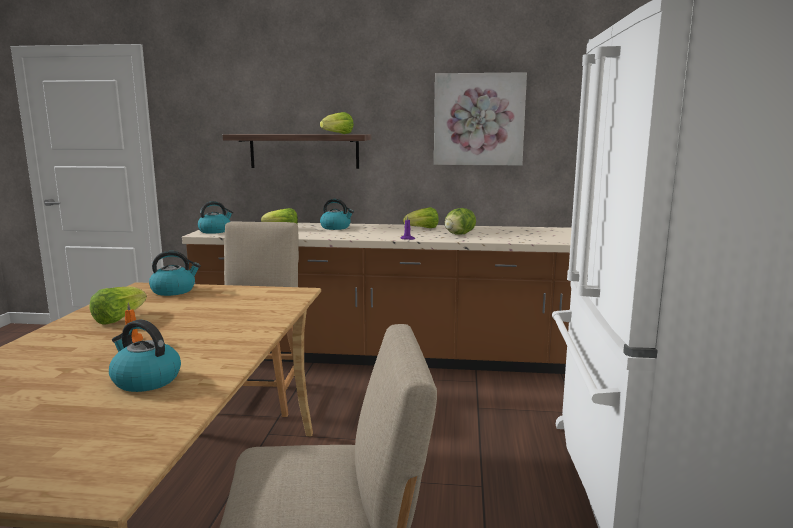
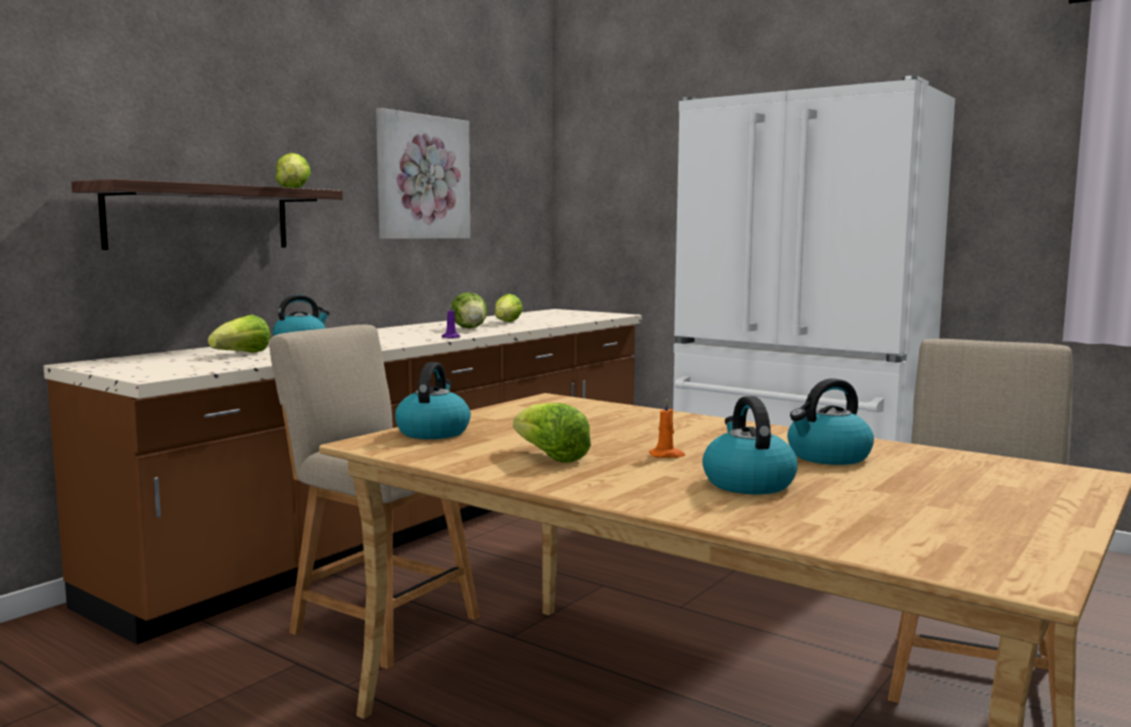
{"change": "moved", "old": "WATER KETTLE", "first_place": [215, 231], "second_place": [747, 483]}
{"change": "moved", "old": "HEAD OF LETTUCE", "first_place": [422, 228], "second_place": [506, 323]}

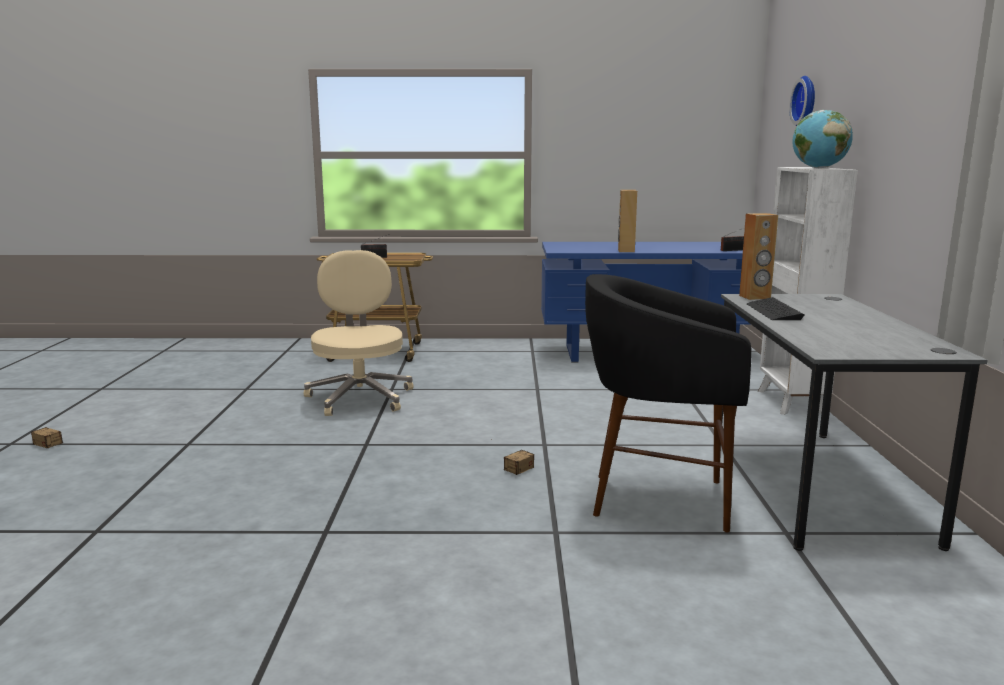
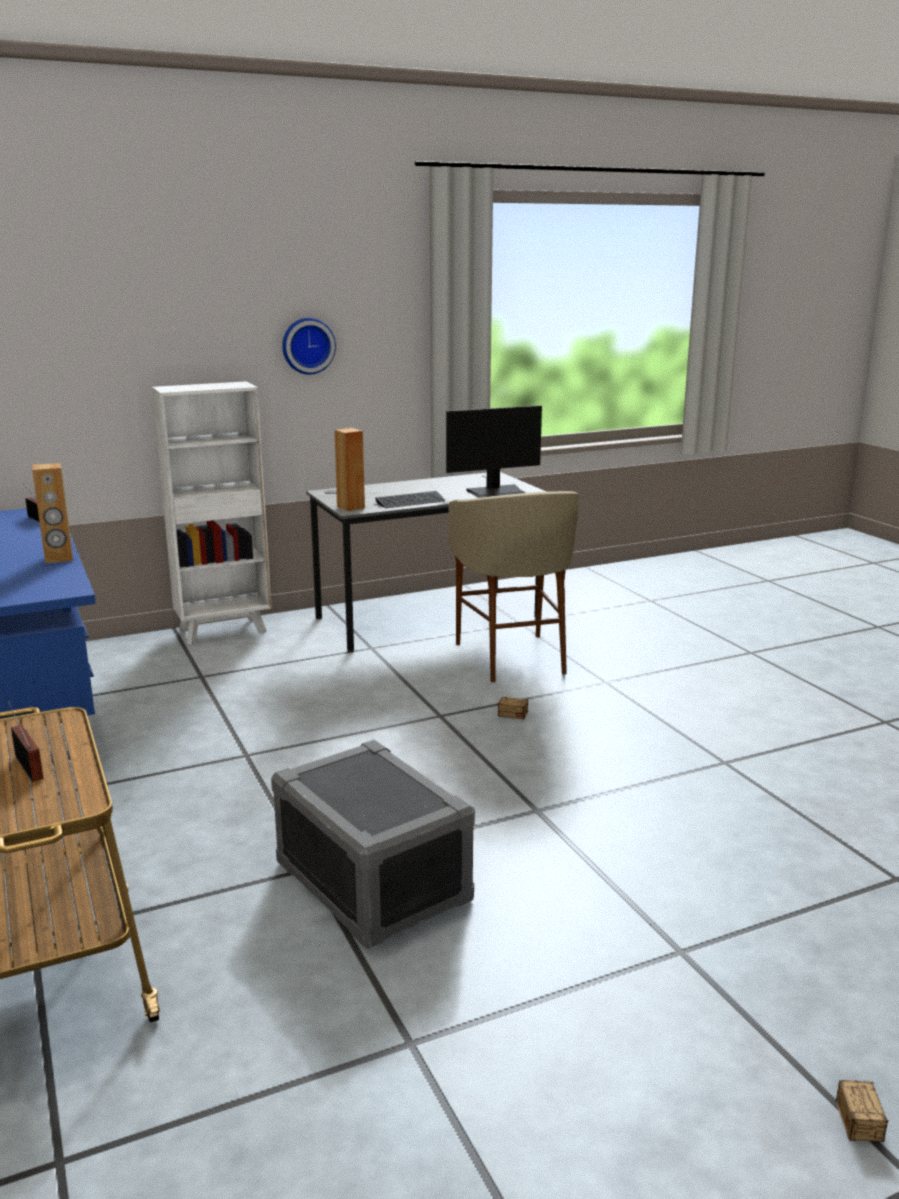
{"change": "replaced", "old": "SAND-COLOURED COMPUTER CHAIR", "new": "GRAY STORAGE BOX", "first_place": [360, 397], "second_place": [371, 881]}
{"change": "recoloured", "old": "BLACKISH STOOL", "new": "SAND-COLOURED STOOL", "first_place": [658, 500], "second_place": [513, 658]}
{"change": "moved", "old": "HANGING CLOCK", "first_place": [806, 101], "second_place": [307, 345]}
{"change": "removed", "old": "GLOBE", "first_place": [818, 168]}
{"change": "added", "new": "COMPUTER SCREEN", "second_place": [496, 491]}

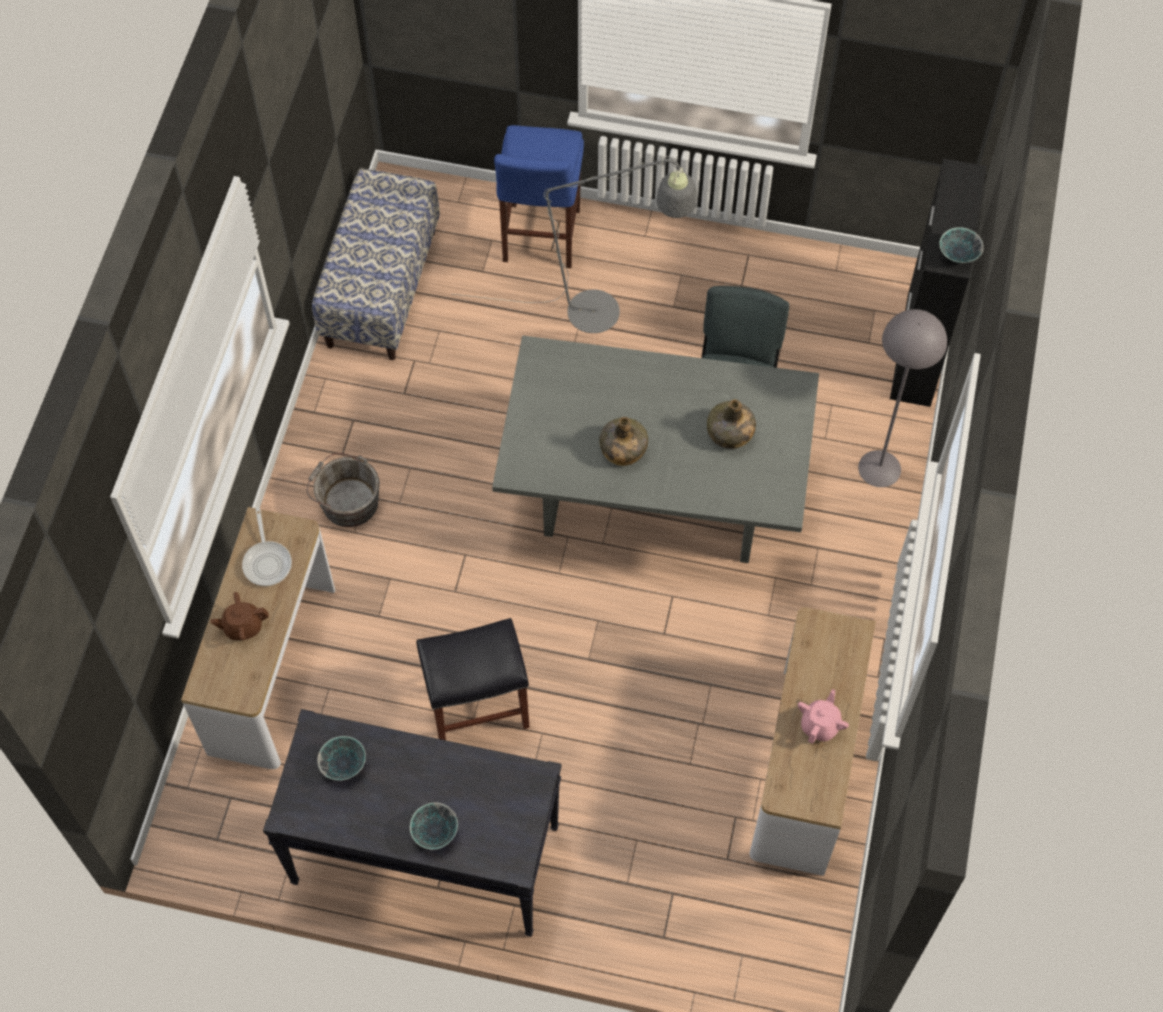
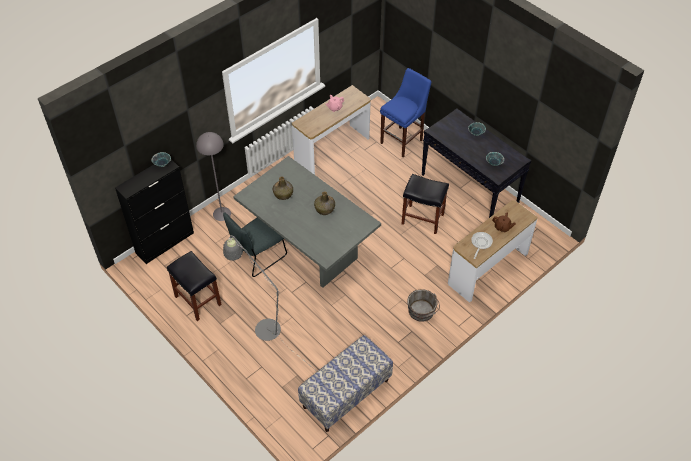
{"change": "moved", "old": "BLUE-COLOURED STOOL", "first_place": [540, 239], "second_place": [403, 141]}
{"change": "added", "new": "BLACKISH STOOL", "second_place": [197, 300]}

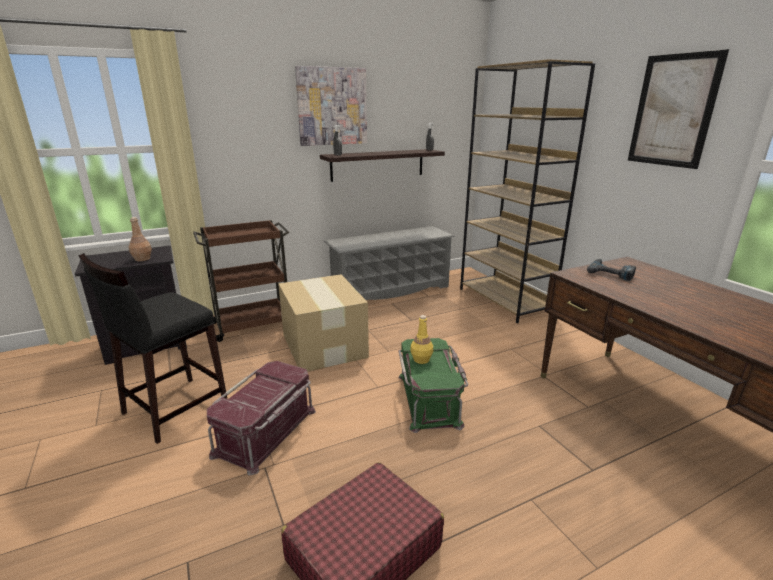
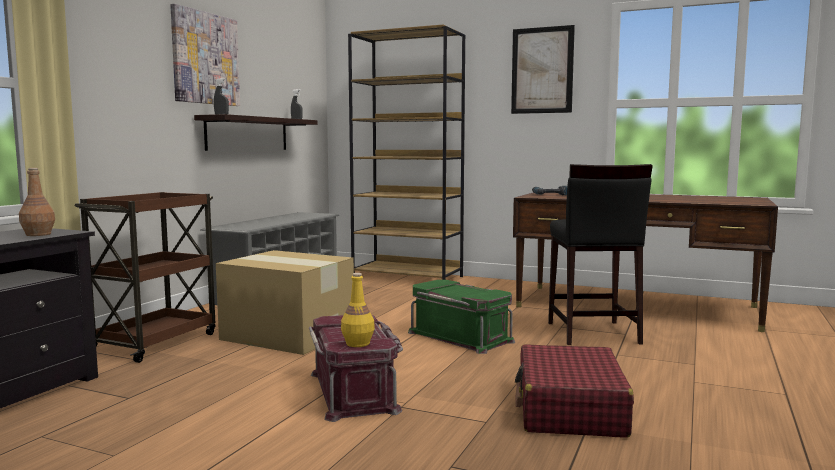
{"change": "moved", "old": "BLACKISH STOOL", "first_place": [174, 408], "second_place": [592, 333]}
{"change": "moved", "old": "YELLOWISH BOTTLE", "first_place": [421, 359], "second_place": [357, 343]}

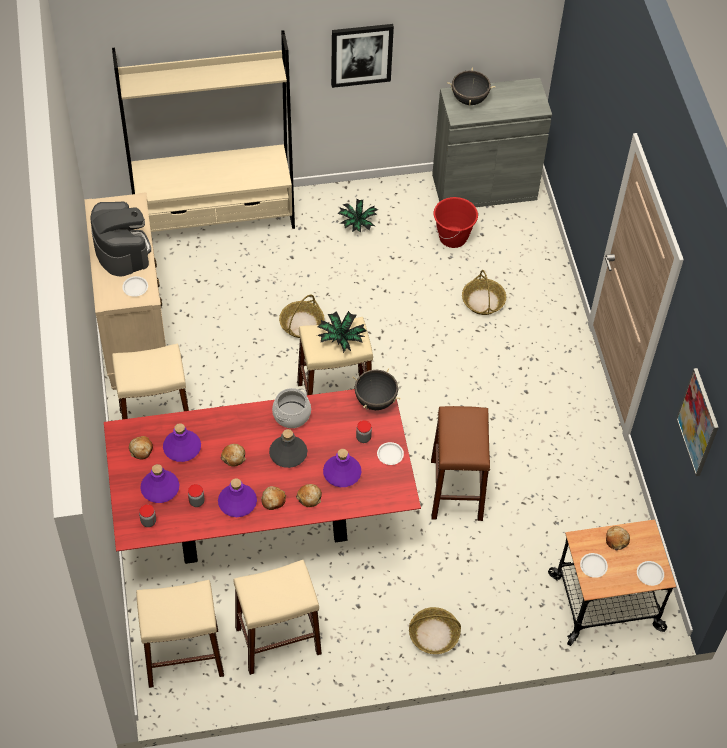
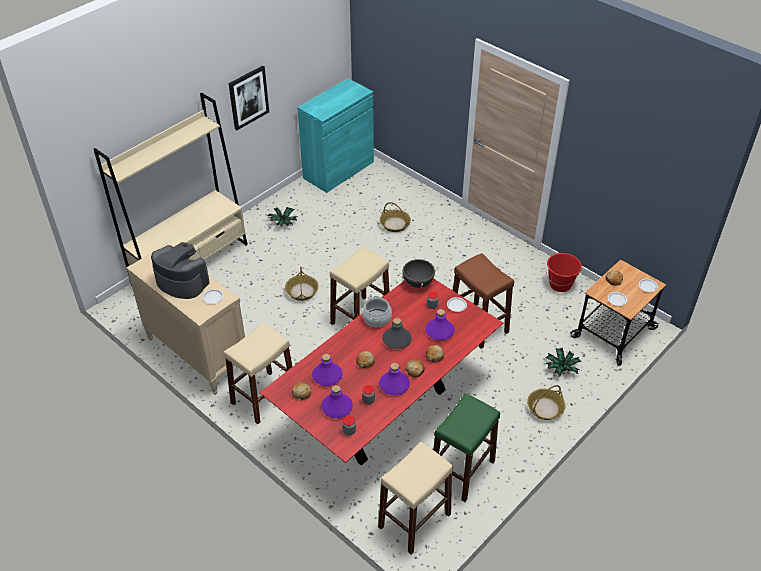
{"change": "recoloured", "old": "SAND-COLOURED STOOL", "new": "GREENISH STOOL", "first_place": [278, 640], "second_place": [462, 471]}
{"change": "moved", "old": "PLANT IN A POT", "first_place": [341, 338], "second_place": [561, 368]}
{"change": "recoloured", "old": "GRAY STORAGE CABINET", "new": "BLUE-GREEN STORAGE CABINET", "first_place": [484, 187], "second_place": [338, 170]}
{"change": "moved", "old": "RED PAIL", "first_place": [453, 237], "second_place": [560, 285]}
{"change": "removed", "old": "BLACKISH STOCKPOT", "first_place": [469, 99]}
{"change": "removed", "old": "WALL PICTURE", "first_place": [698, 422]}

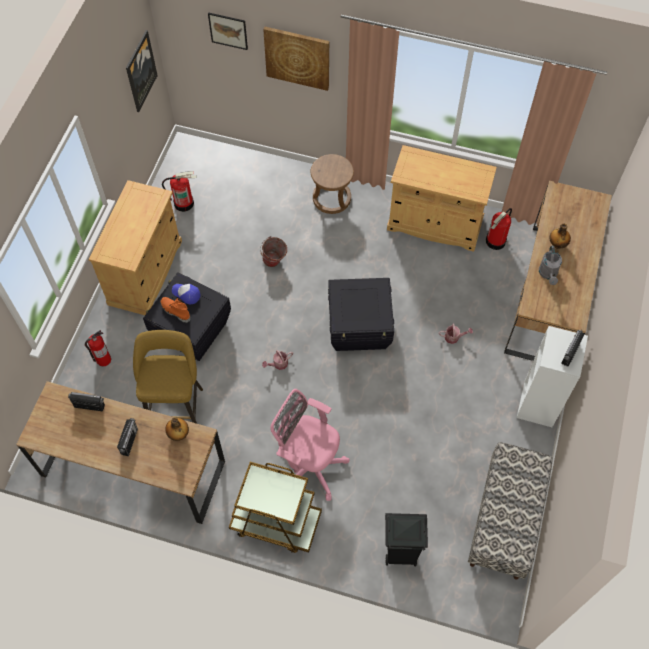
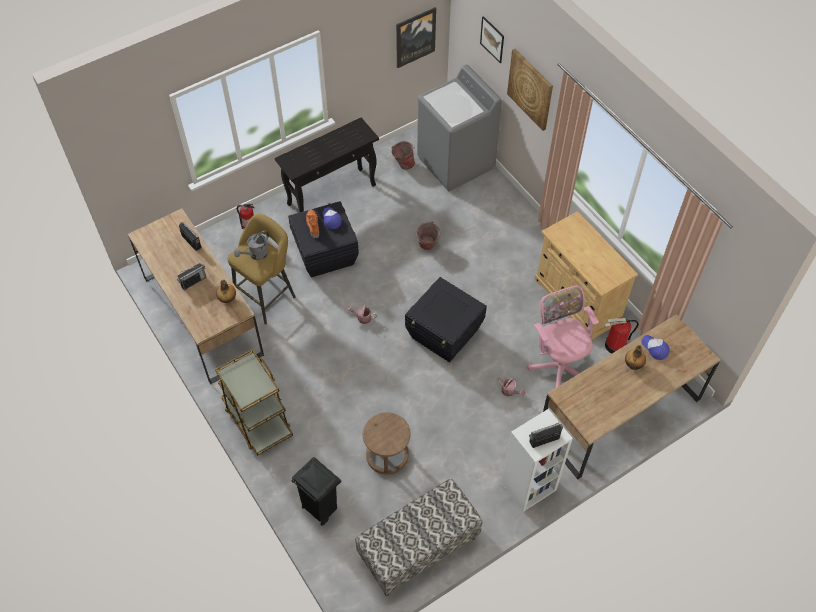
{"change": "replaced", "old": "SAND-COLOURED STORAGE CABINET", "new": "BLACKISH HALL TABLE", "first_place": [145, 272], "second_place": [332, 194]}
{"change": "replaced", "old": "FIRE EXTINGUISHER", "new": "PAIL", "first_place": [184, 203], "second_place": [403, 164]}
{"change": "moved", "old": "PINK COMPUTER CHAIR", "first_place": [309, 464], "second_place": [558, 366]}
{"change": "moved", "old": "BROWN-COLOURED STOOL", "first_place": [332, 198], "second_place": [387, 455]}
{"change": "moved", "old": "GRAY WATERING CAN", "first_place": [548, 274], "second_place": [256, 255]}
{"change": "added", "new": "GRAY LAUNDRY APPLIANCE", "second_place": [456, 163]}
{"change": "added", "new": "PEAKED CAP", "second_place": [654, 348]}

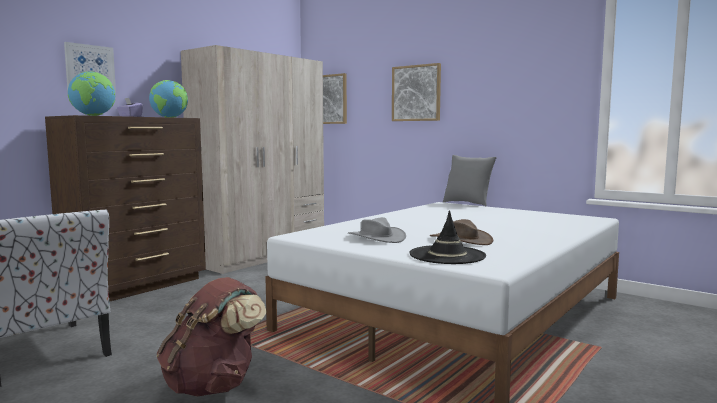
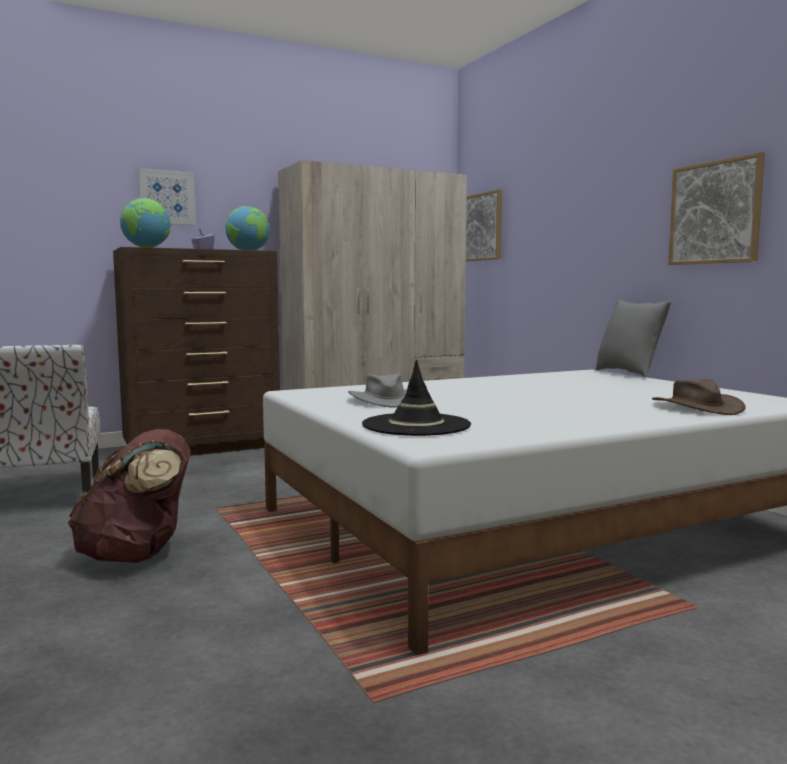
{"change": "moved", "old": "WALL PICTURE", "first_place": [416, 93], "second_place": [715, 213]}
{"change": "moved", "old": "BROWN-COLOURED HAT", "first_place": [460, 240], "second_place": [696, 407]}

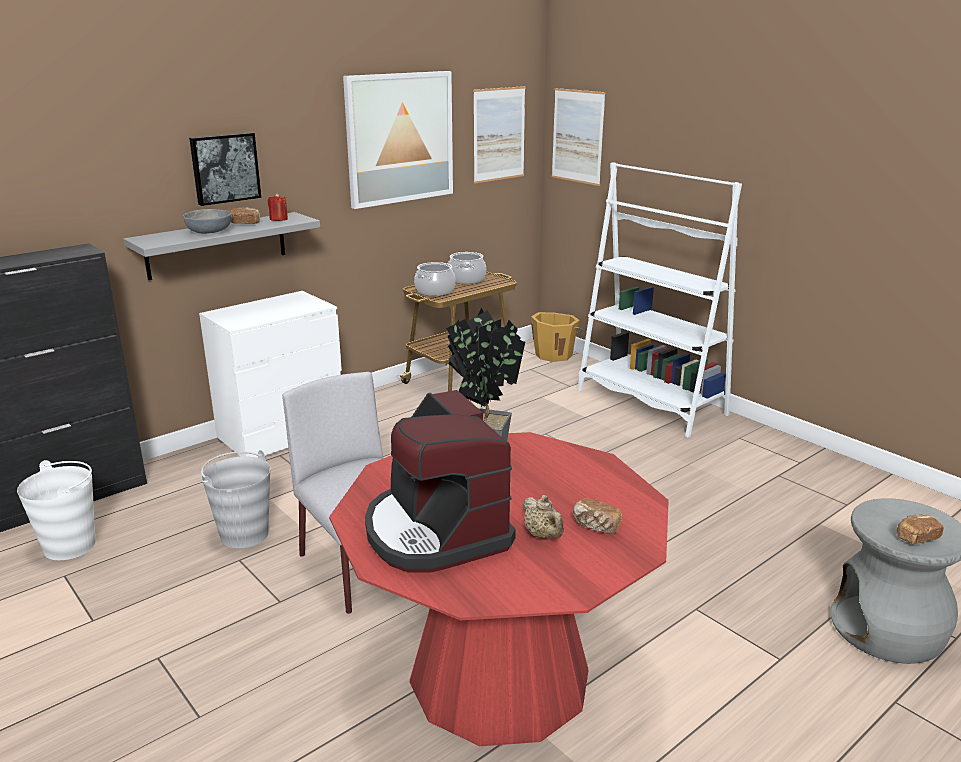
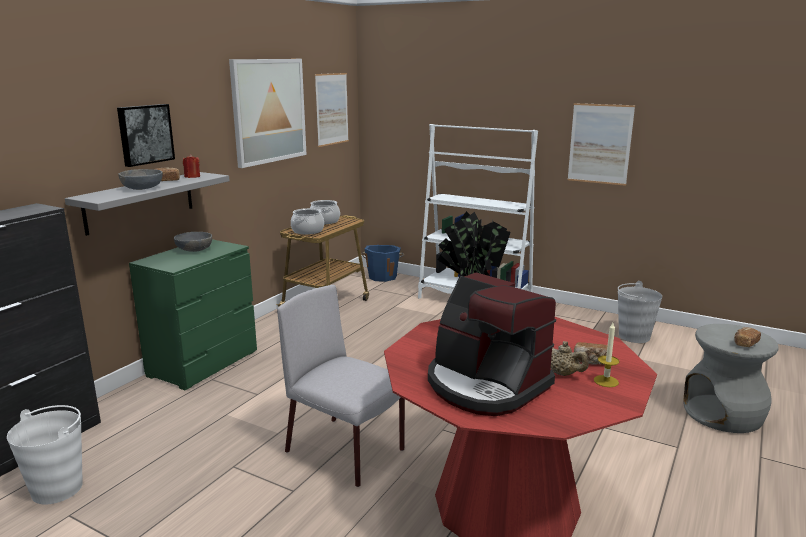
{"change": "recoloured", "old": "WHITISH DRAWER CHEST", "new": "GREENISH DRAWER CHEST", "first_place": [283, 435], "second_place": [203, 363]}
{"change": "moved", "old": "GRAY PAIL", "first_place": [244, 534], "second_place": [633, 336]}
{"change": "recoloured", "old": "ORANGEY PAIL", "new": "BLUE-COLOURED PAIL", "first_place": [554, 354], "second_place": [383, 276]}
{"change": "moved", "old": "WALL PICTURE", "first_place": [577, 136], "second_place": [600, 144]}
{"change": "added", "new": "GRAY BOWL", "second_place": [194, 250]}
{"change": "added", "new": "CANDLE", "second_place": [606, 381]}

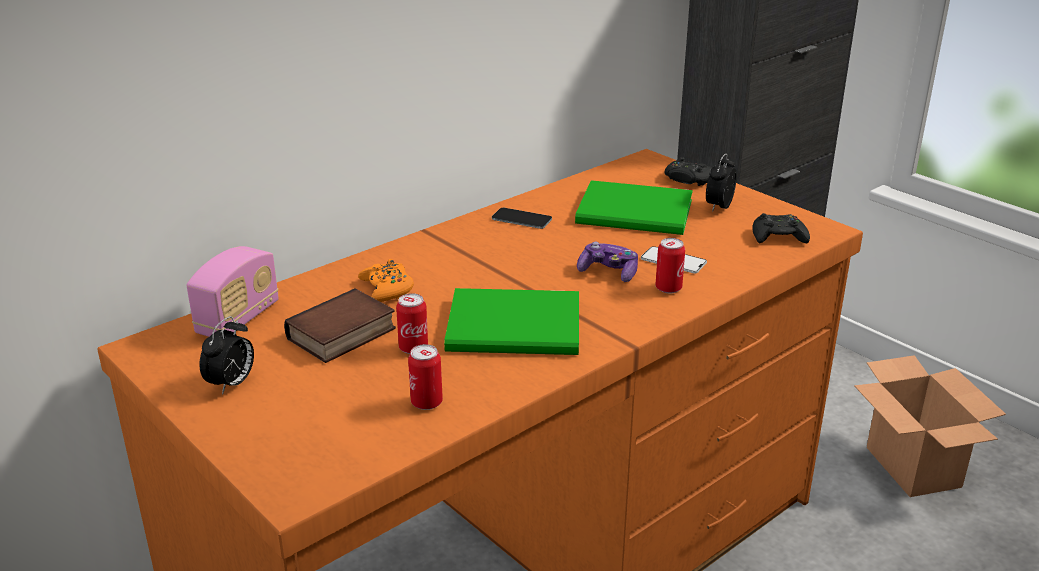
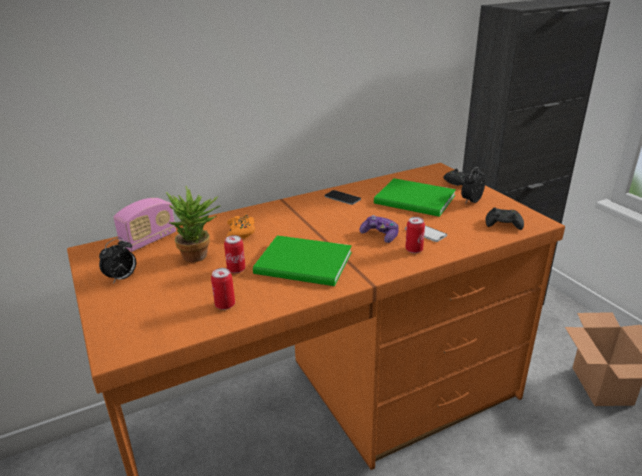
{"change": "replaced", "old": "BOOK", "new": "PLANT IN A POT", "first_place": [342, 335], "second_place": [200, 256]}

